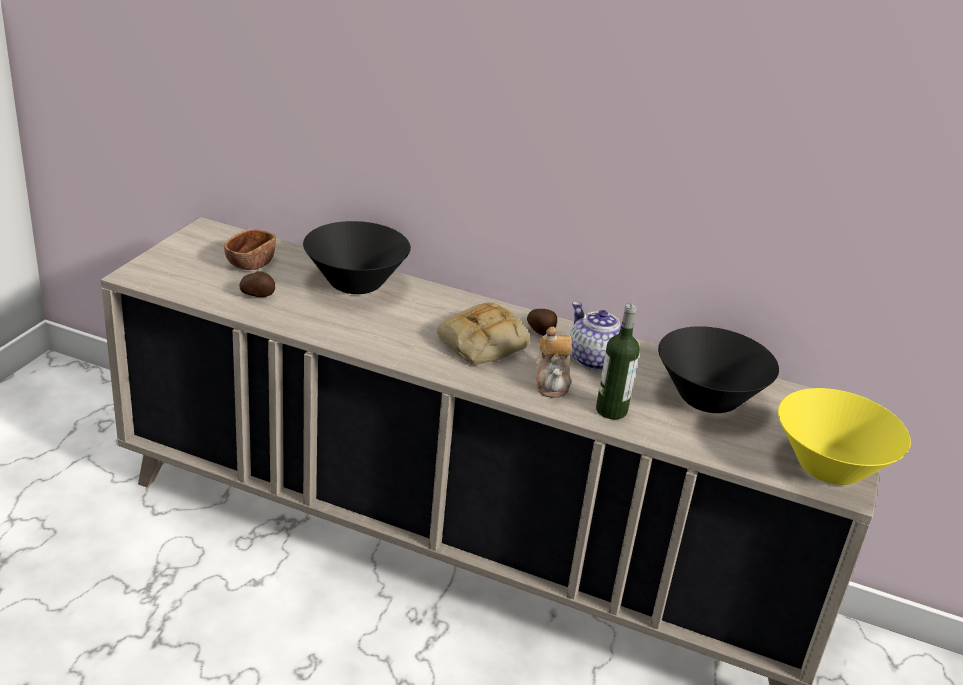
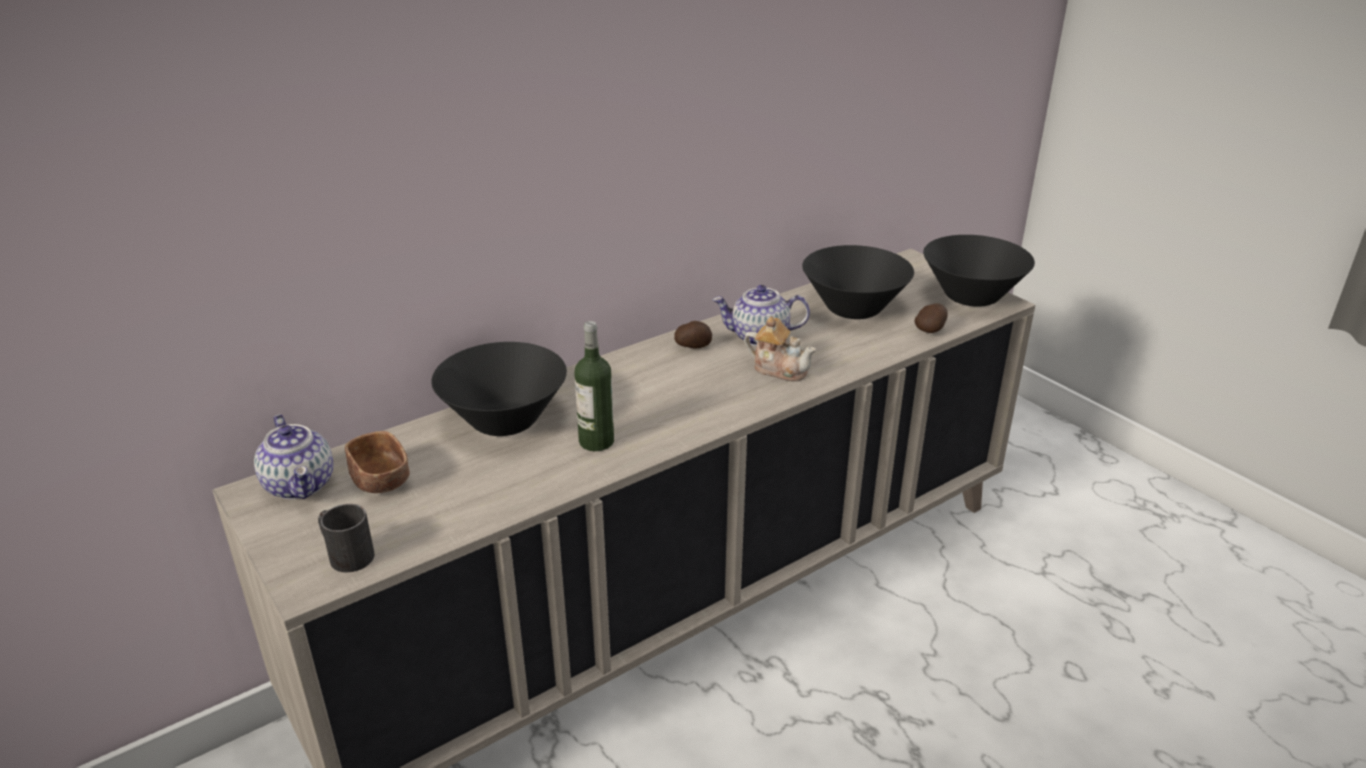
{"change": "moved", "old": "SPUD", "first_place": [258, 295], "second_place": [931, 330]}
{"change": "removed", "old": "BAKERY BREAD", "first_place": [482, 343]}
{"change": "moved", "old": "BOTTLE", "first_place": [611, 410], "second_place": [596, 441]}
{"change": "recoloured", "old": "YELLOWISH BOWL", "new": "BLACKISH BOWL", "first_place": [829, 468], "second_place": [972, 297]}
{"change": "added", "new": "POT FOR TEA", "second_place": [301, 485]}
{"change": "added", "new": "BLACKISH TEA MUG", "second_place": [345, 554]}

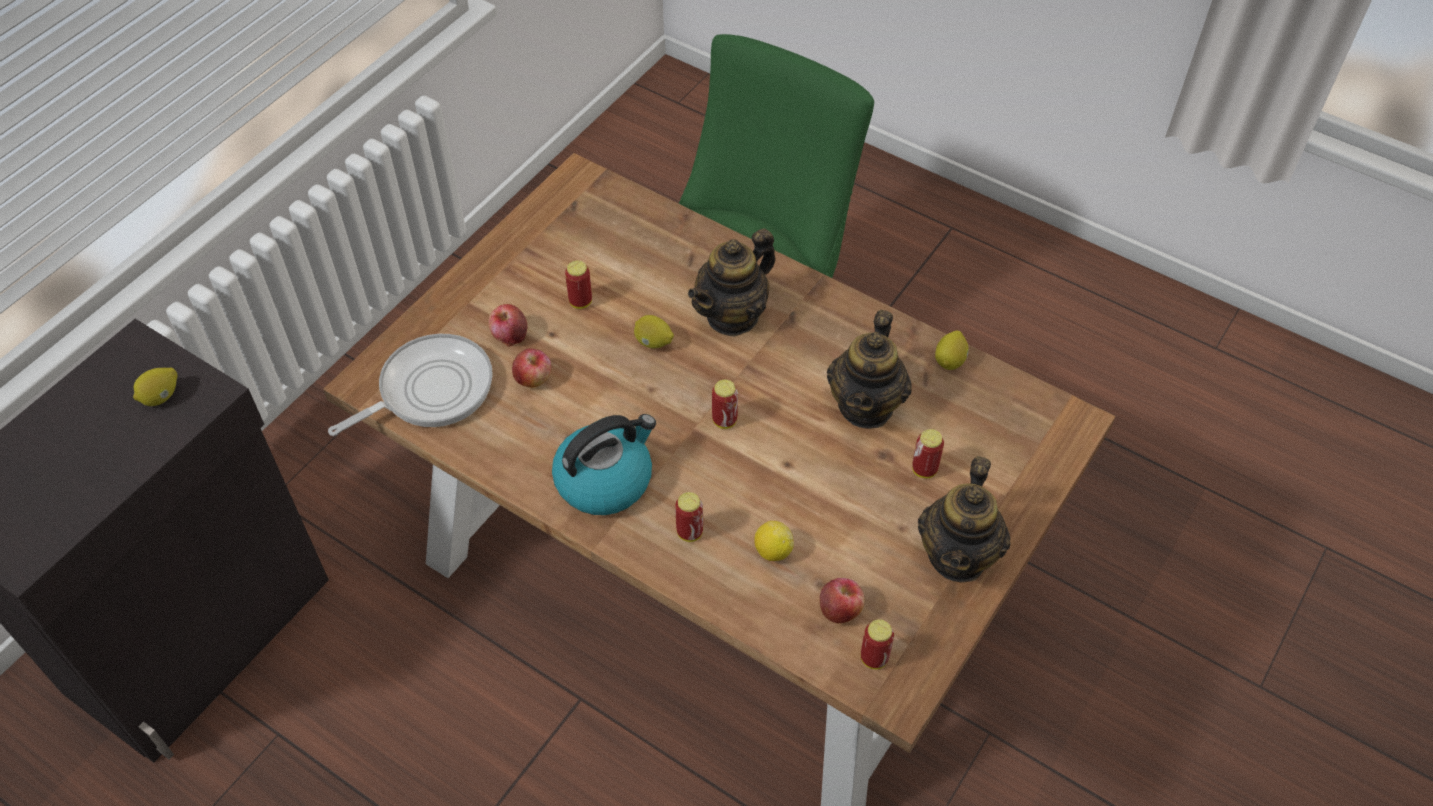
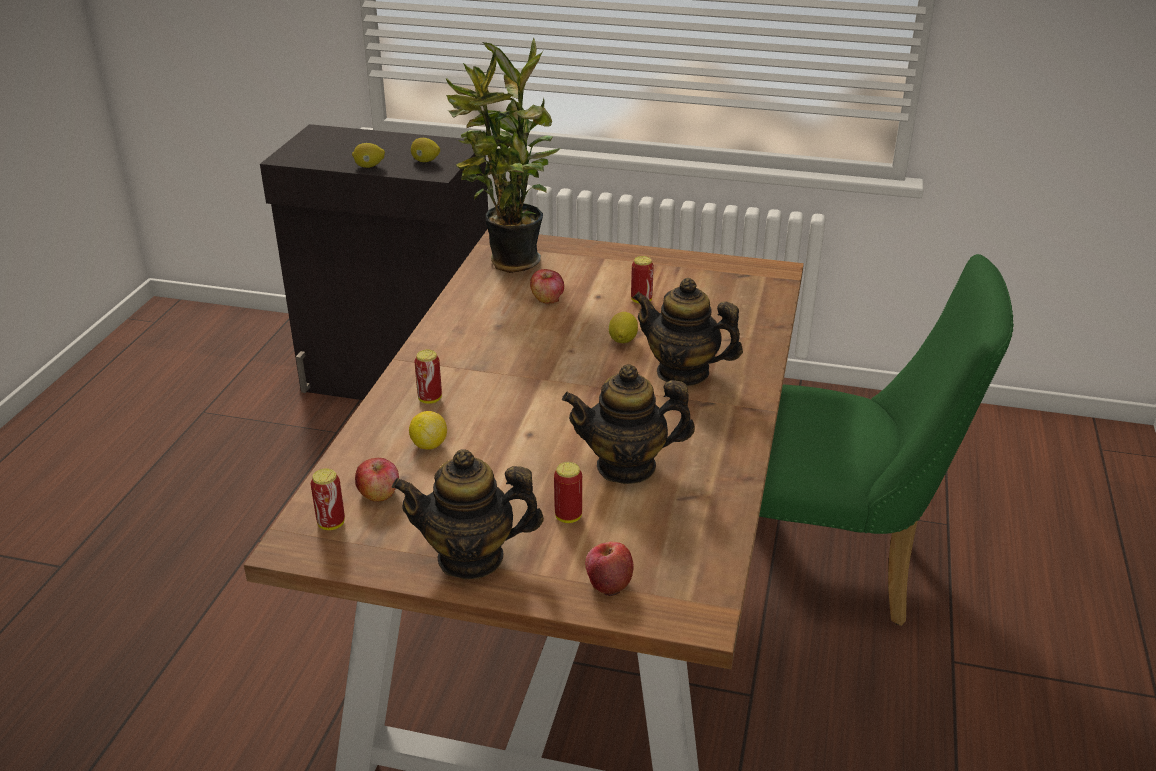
{"change": "replaced", "old": "FRYING PAN", "new": "PLANT IN A POT", "first_place": [430, 390], "second_place": [509, 263]}
{"change": "moved", "old": "APPLE FRUIT", "first_place": [510, 336], "second_place": [608, 582]}
{"change": "removed", "old": "WATER KETTLE", "first_place": [605, 480]}
{"change": "removed", "old": "SEALED CAN", "first_place": [724, 420]}
{"change": "moved", "old": "CITRUS FRUIT", "first_place": [950, 360], "second_place": [369, 166]}

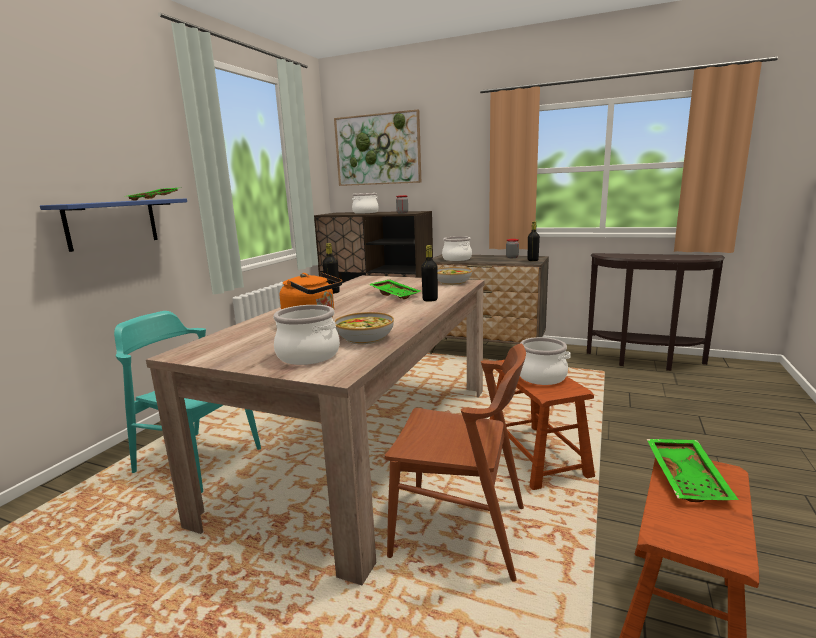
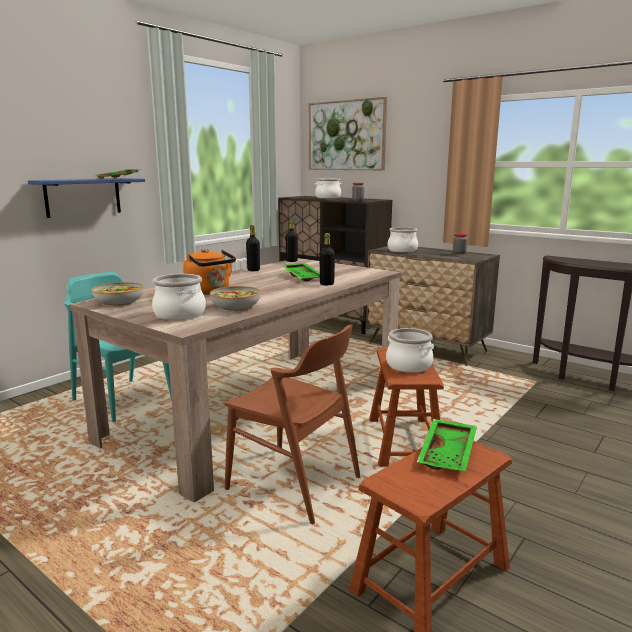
{"change": "moved", "old": "BOWL", "first_place": [453, 282], "second_place": [119, 302]}
{"change": "moved", "old": "BLACKISH BOTTLE", "first_place": [532, 260], "second_place": [291, 261]}

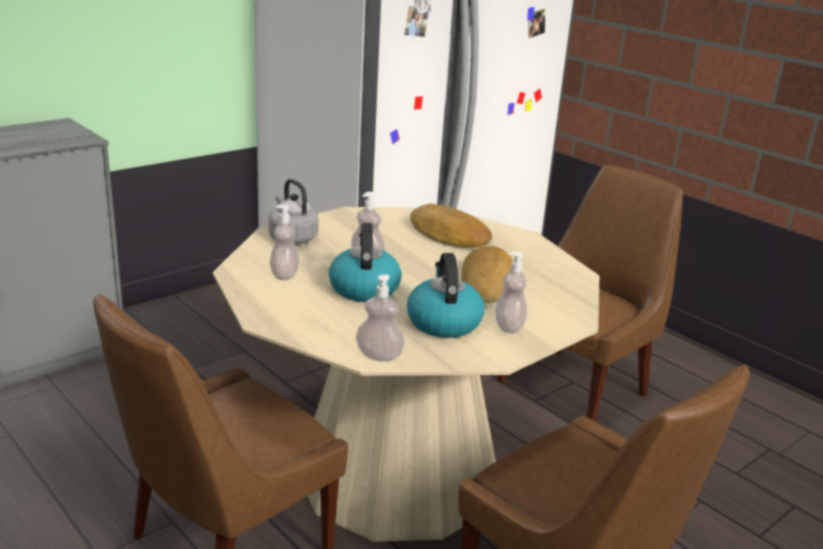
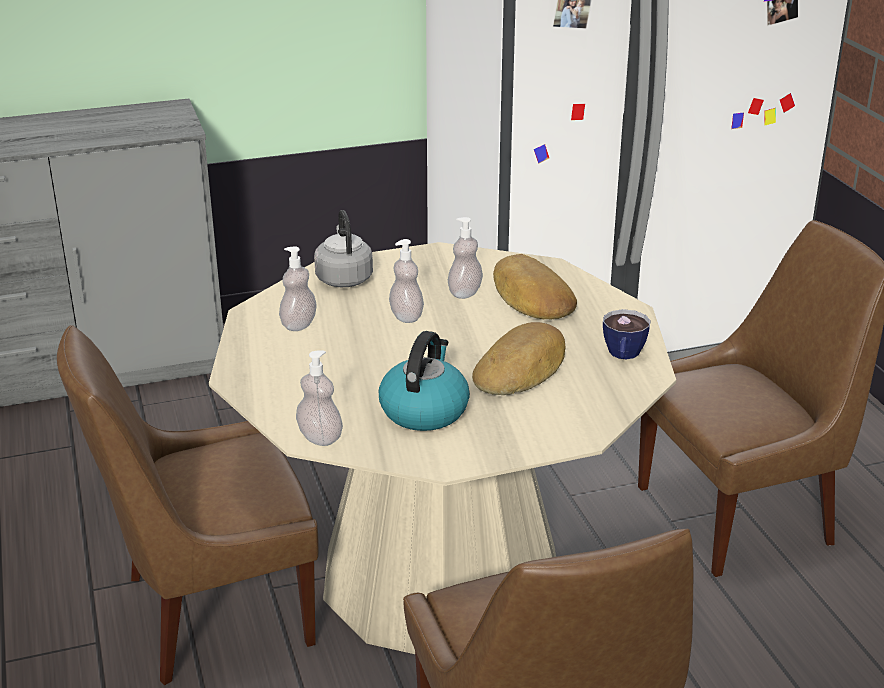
{"change": "removed", "old": "WATER KETTLE", "first_place": [364, 288]}
{"change": "moved", "old": "LIQUID SOAP BOTTLE", "first_place": [509, 327], "second_place": [465, 293]}
{"change": "added", "new": "SMALL CUP", "second_place": [623, 356]}

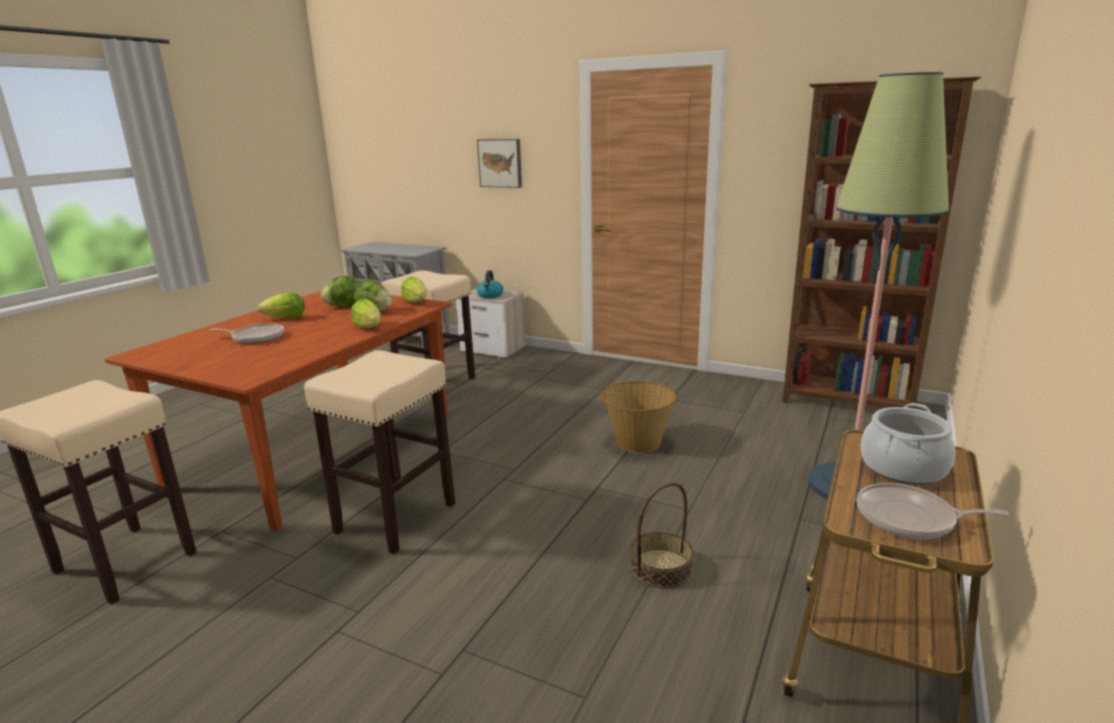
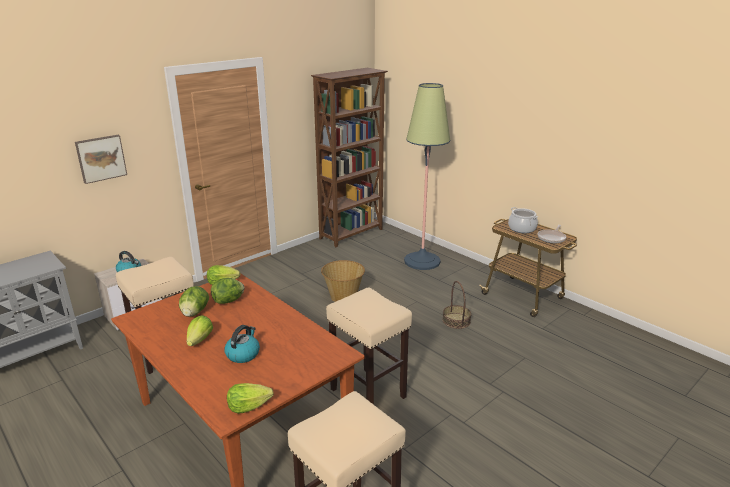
{"change": "replaced", "old": "FRYING PAN", "new": "WATER KETTLE", "first_place": [256, 337], "second_place": [243, 354]}
{"change": "moved", "old": "HEAD OF LETTUCE", "first_place": [369, 327], "second_place": [248, 407]}

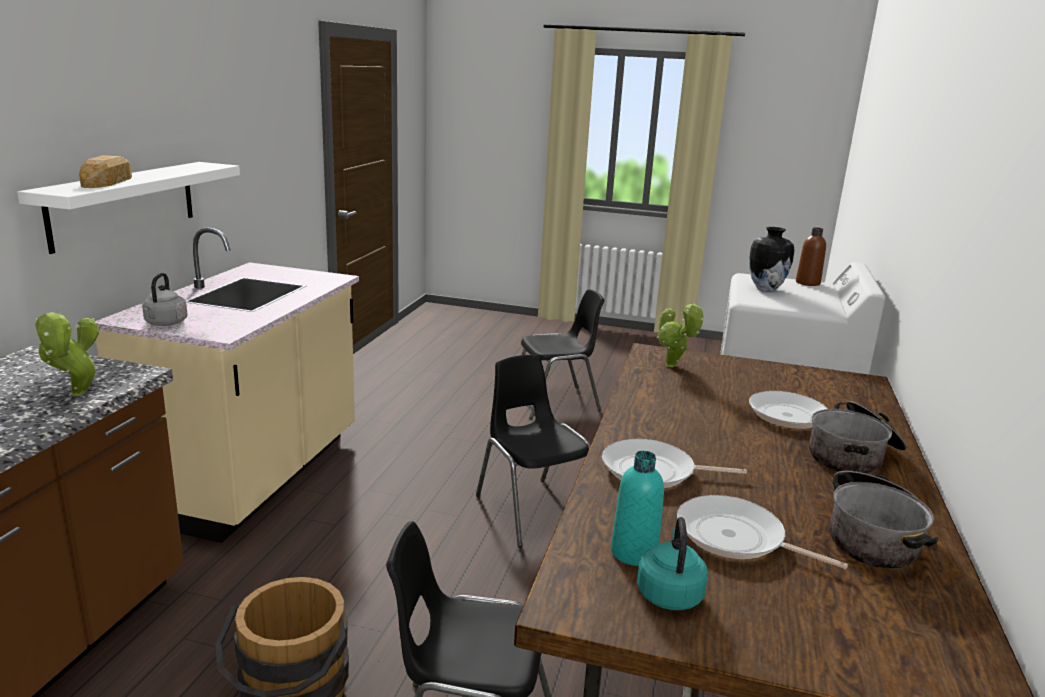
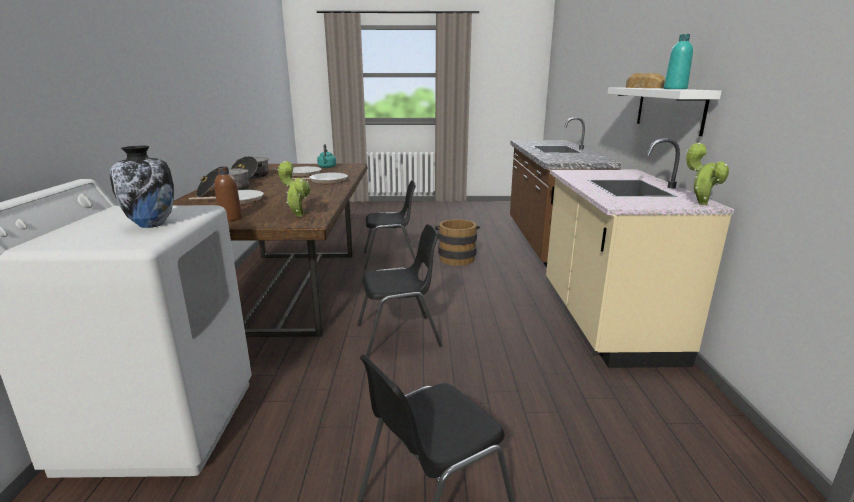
{"change": "moved", "old": "PLANT IN A POT", "first_place": [76, 395], "second_place": [699, 203]}
{"change": "removed", "old": "GRAY WATER KETTLE", "first_place": [165, 323]}
{"change": "turned", "old": "BLACKISH UPRIGHT CHAIR", "first_place": [532, 509], "second_place": [400, 336], "degrees": -60}
{"change": "moved", "old": "BLUE-GREEN BOTTLE", "first_place": [634, 552], "second_place": [675, 89]}
{"change": "moved", "old": "BROWN-COLOURED BOTTLE", "first_place": [807, 283], "second_place": [230, 218]}

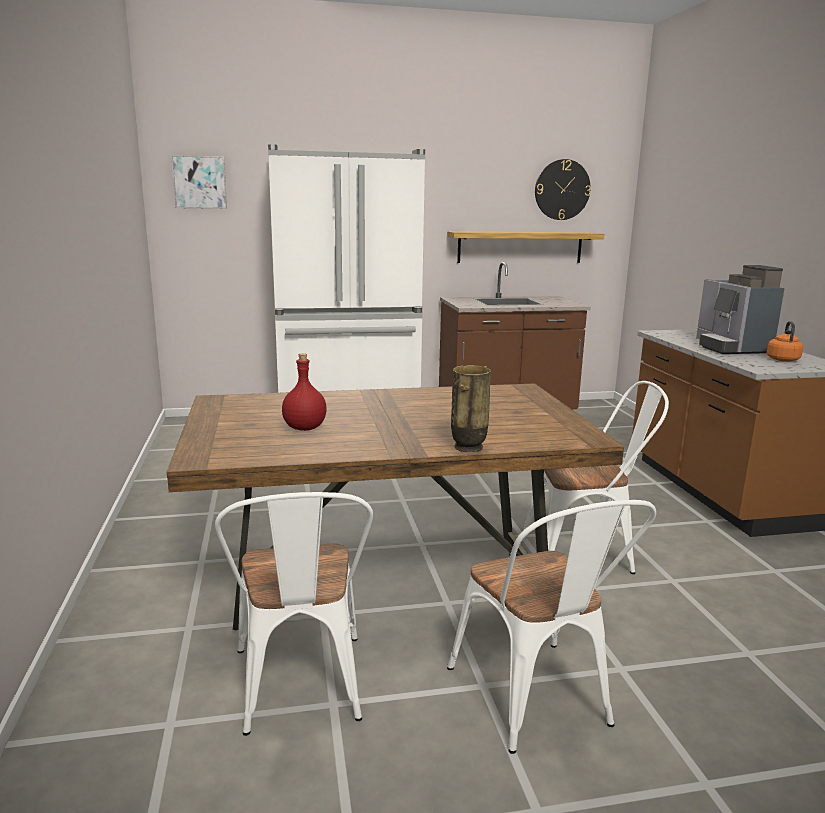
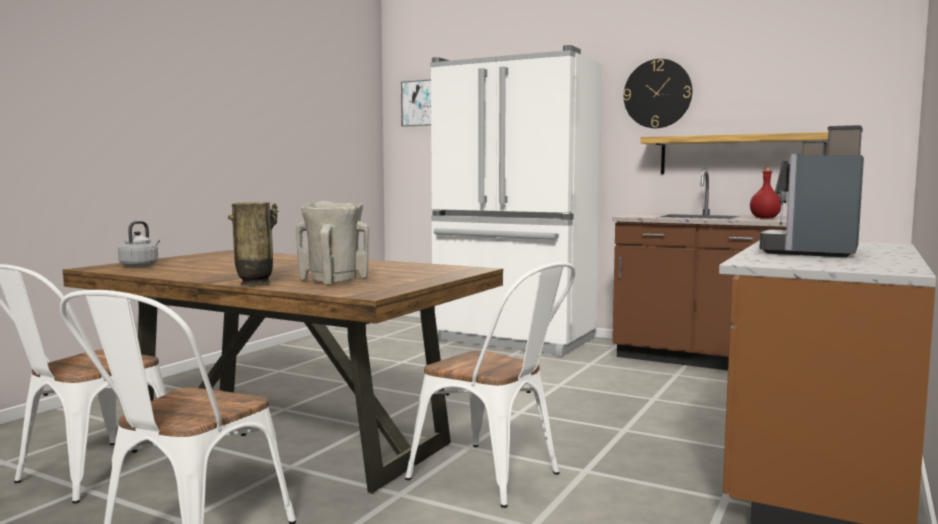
{"change": "moved", "old": "RED BOTTLE", "first_place": [305, 428], "second_place": [765, 218]}
{"change": "moved", "old": "HANGING CLOCK", "first_place": [562, 190], "second_place": [657, 94]}
{"change": "removed", "old": "ORANGEY WATER KETTLE", "first_place": [782, 359]}
{"change": "added", "new": "GRAY WATER KETTLE", "second_place": [140, 265]}
{"change": "added", "new": "SAND-COLOURED VASE", "second_place": [333, 281]}

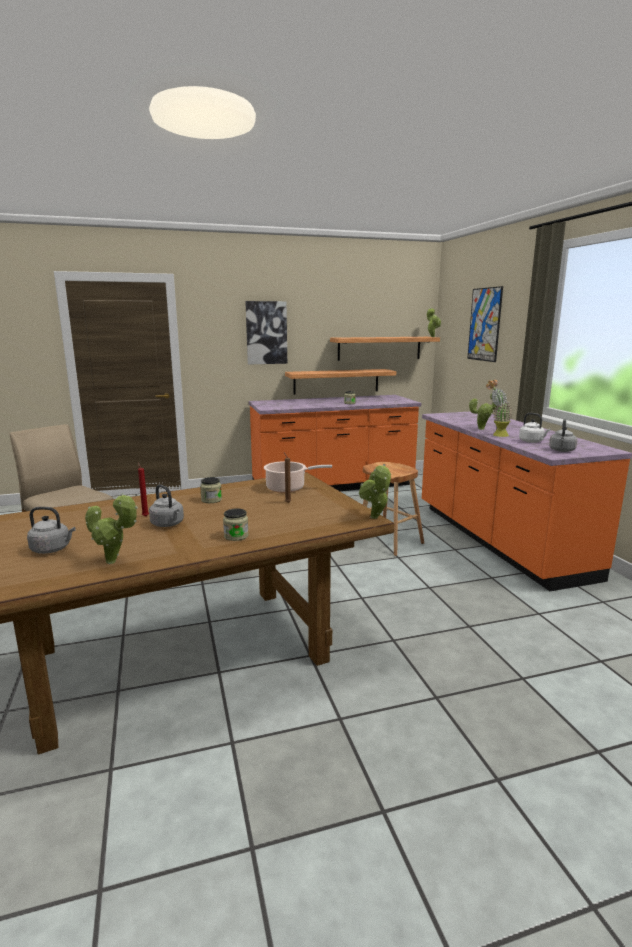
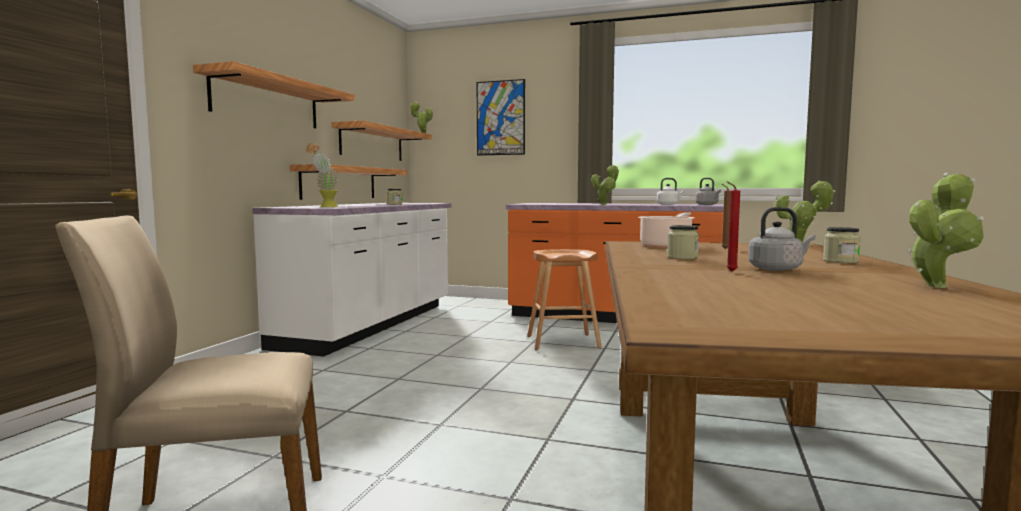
{"change": "removed", "old": "GRAY WATER KETTLE", "first_place": [52, 549]}
{"change": "replaced", "old": "WALL PICTURE", "new": "BRACKET SHELF", "first_place": [266, 333], "second_place": [267, 102]}
{"change": "recoloured", "old": "ORANGEY KITCHEN COUNTER", "new": "WHITISH KITCHEN COUNTER", "first_place": [333, 486], "second_place": [371, 325]}
{"change": "moved", "old": "PLANT IN A POT", "first_place": [496, 435], "second_place": [324, 207]}

